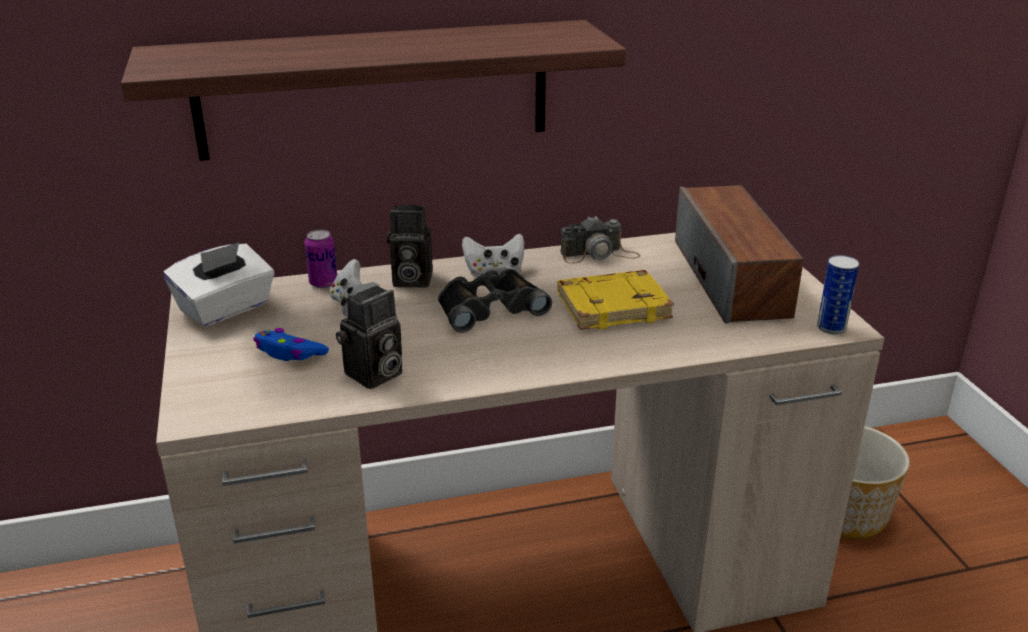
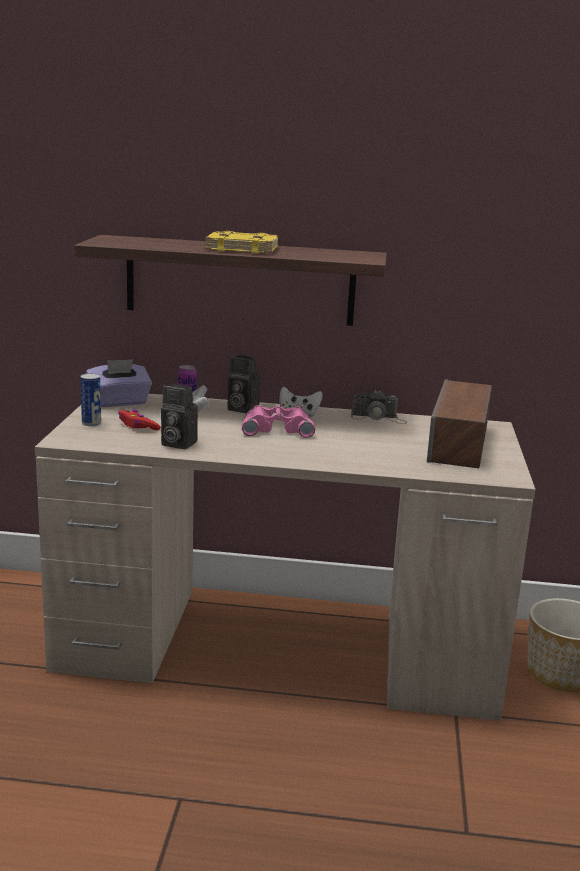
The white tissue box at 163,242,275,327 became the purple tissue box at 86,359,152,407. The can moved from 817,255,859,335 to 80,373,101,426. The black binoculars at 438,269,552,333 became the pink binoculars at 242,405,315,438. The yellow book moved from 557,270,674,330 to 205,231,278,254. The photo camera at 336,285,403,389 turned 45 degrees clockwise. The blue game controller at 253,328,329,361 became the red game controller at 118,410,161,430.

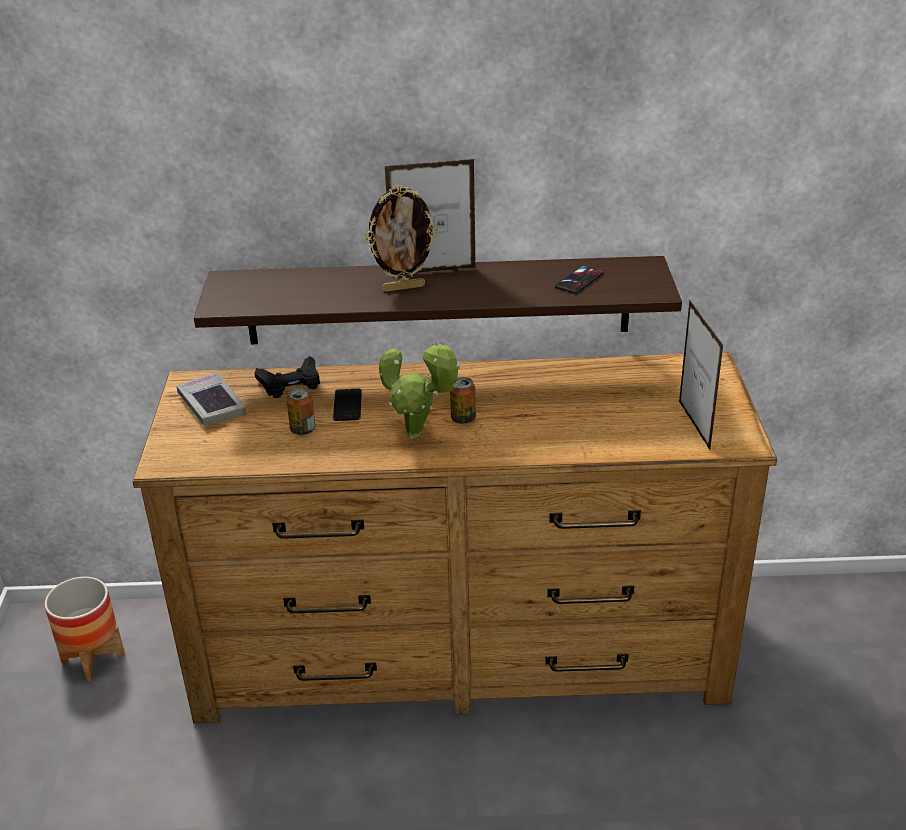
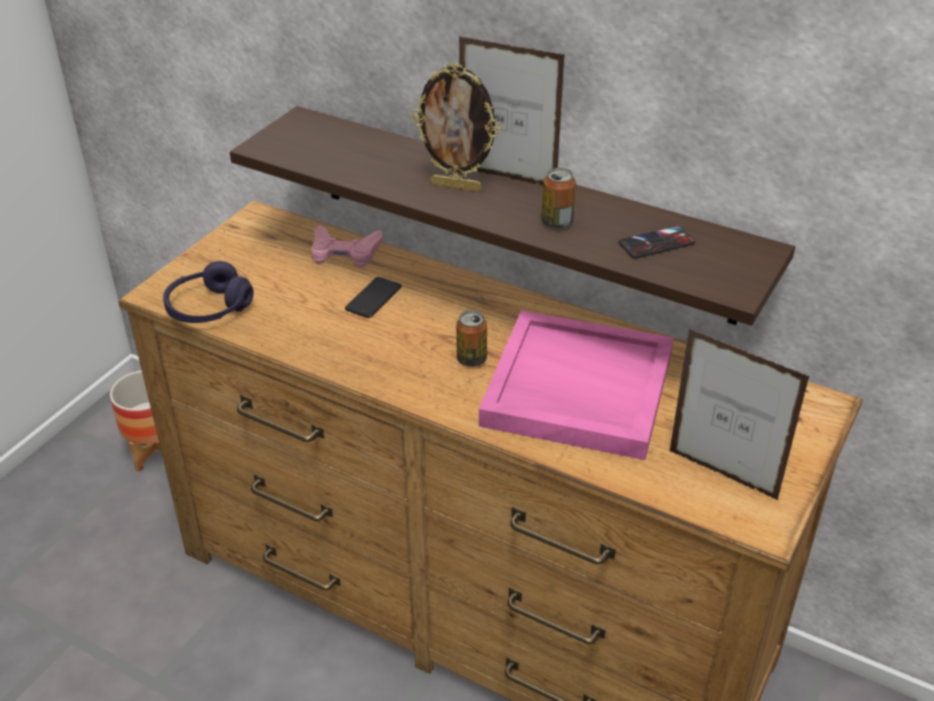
The picture frame at 679,299,723,450 turned 105 degrees clockwise. The potted plant at 379,341,460,438 disappeared. The black game controller at 254,356,320,398 became the pink game controller at 311,225,383,268. The book at 177,372,246,426 disappeared. The can moved from 287,388,315,435 to 541,168,576,229. The purple headphones at 163,261,254,323 appeared. The pink tray at 479,310,674,460 appeared.

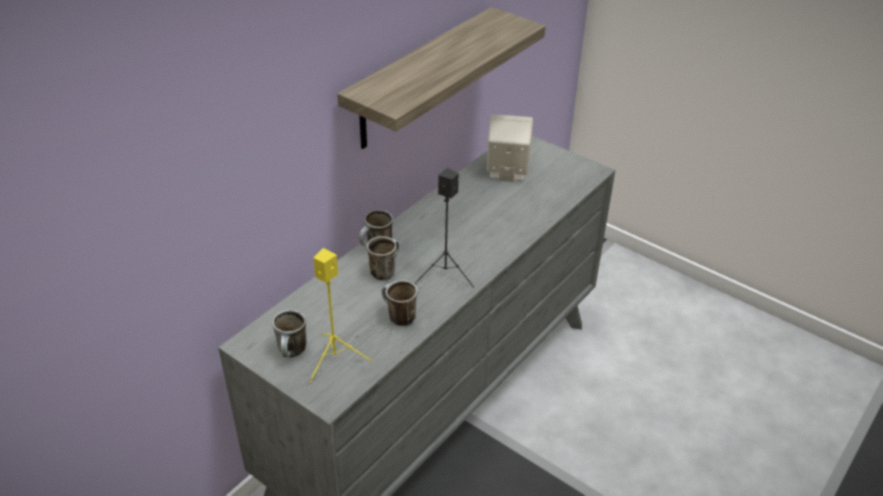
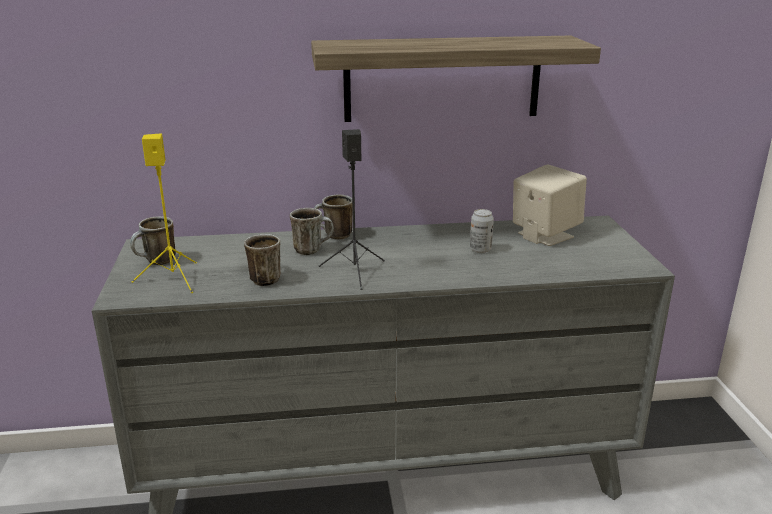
The can at 470,209,494,253 appeared.

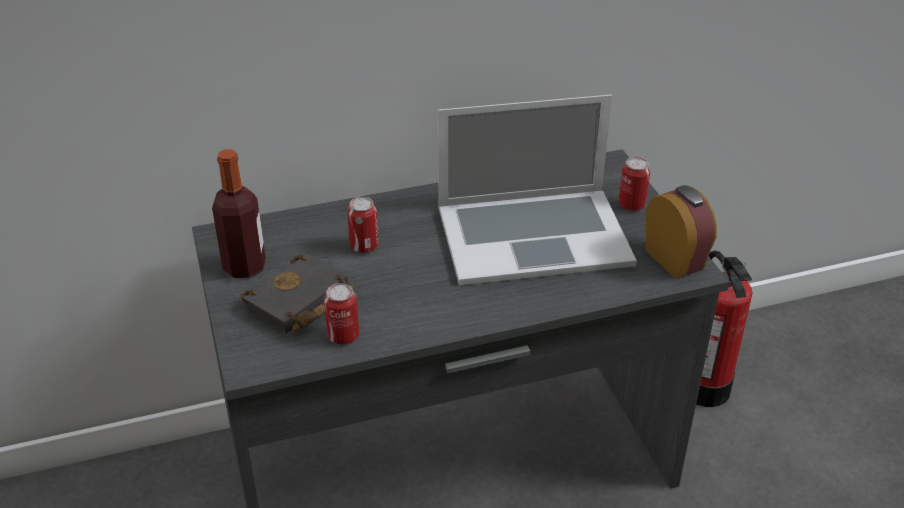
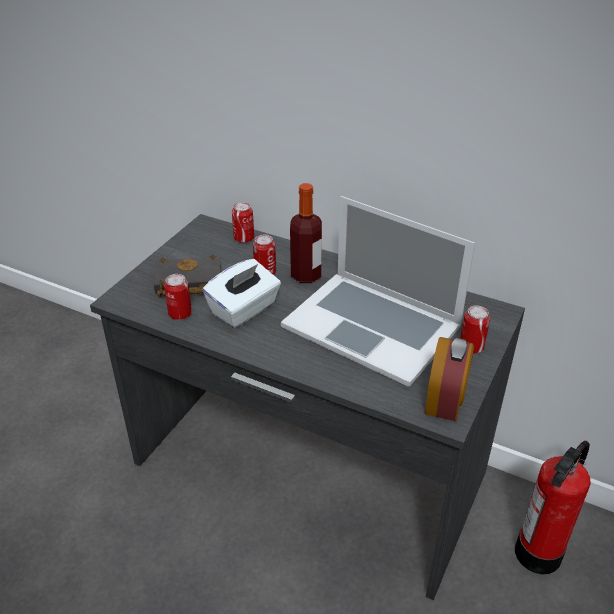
The bottle moved from 212,149,266,278 to 290,183,322,283. The can at 232,202,254,243 appeared. The white tissue box at 203,259,281,328 appeared.

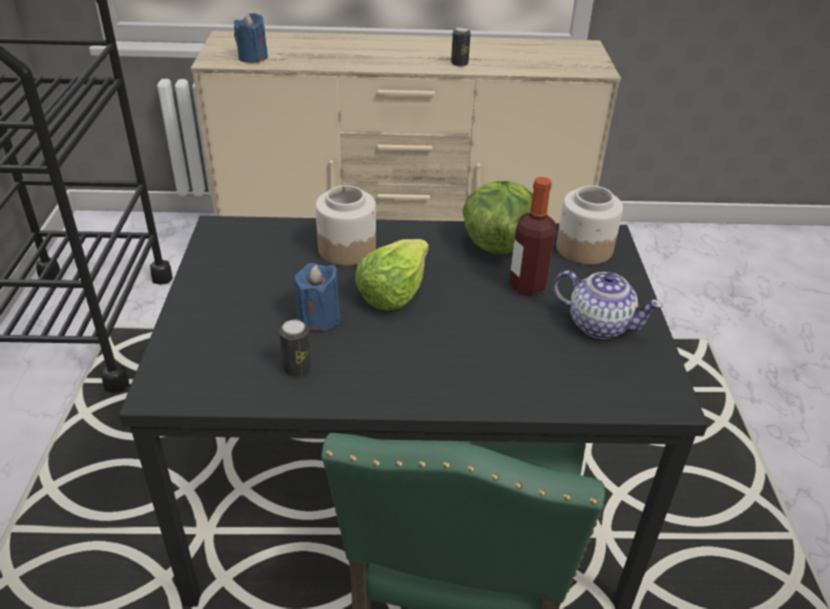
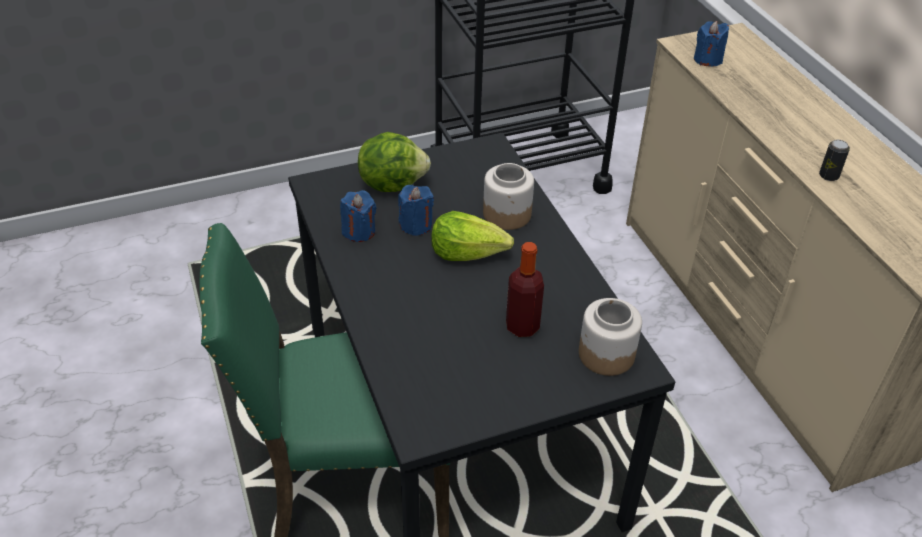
The lettuce moved from 463,181,533,254 to 358,132,431,192. The teapot at 553,270,663,339 disappeared. The can at 279,320,311,377 was replaced by the blue candle at 340,190,376,242.

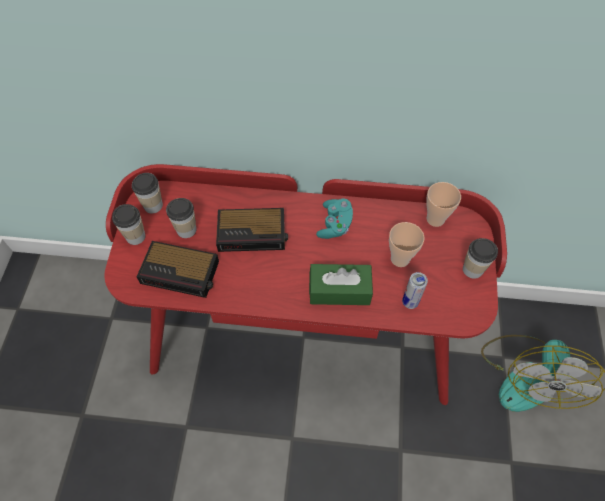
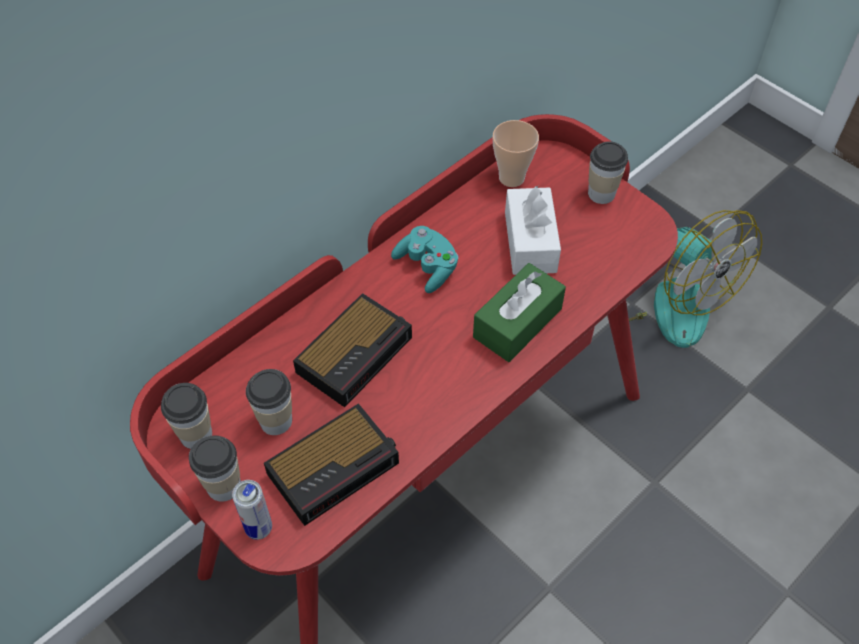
The cup at 389,222,425,267 was replaced by the white tissue box at 505,186,561,275. The can moved from 402,272,428,309 to 232,480,272,540.

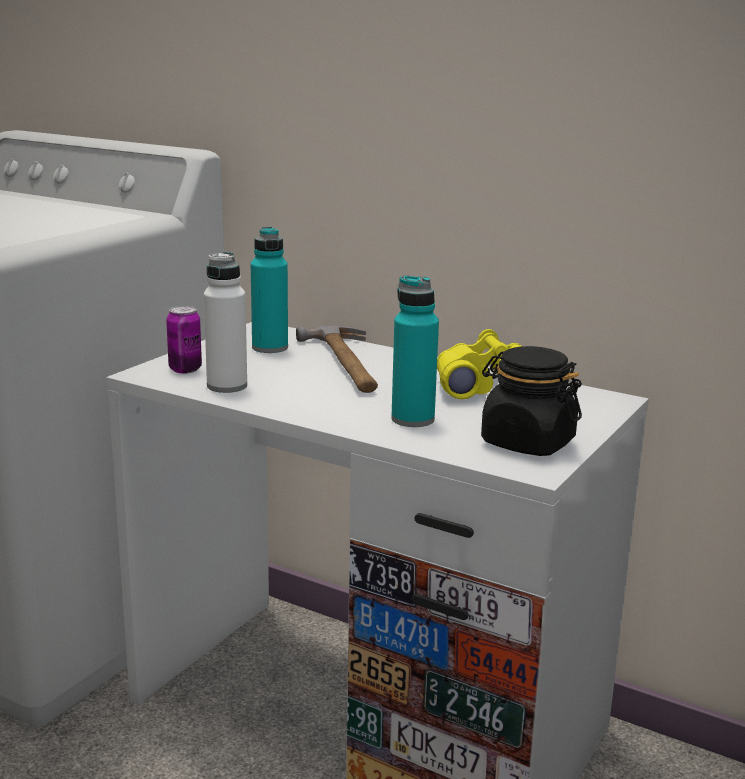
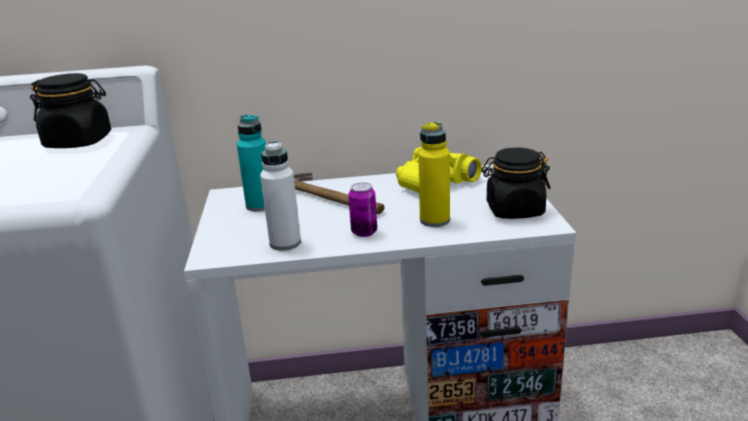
The turquoise bottle at 391,276,439,427 became the yellow bottle at 418,121,450,227. The can moved from 166,306,202,373 to 348,182,377,237. The black jar at 30,73,111,148 appeared.

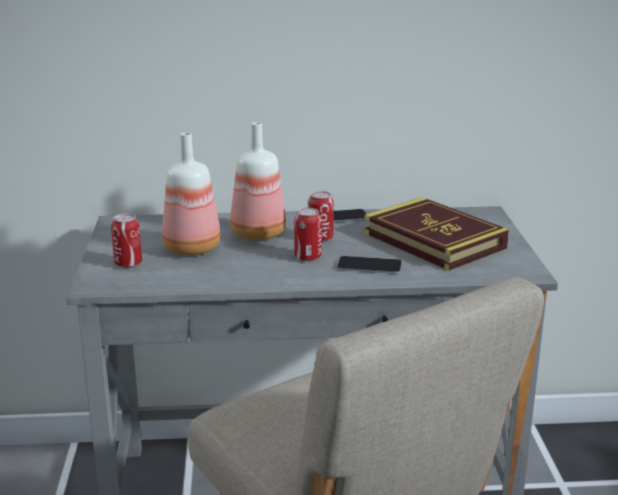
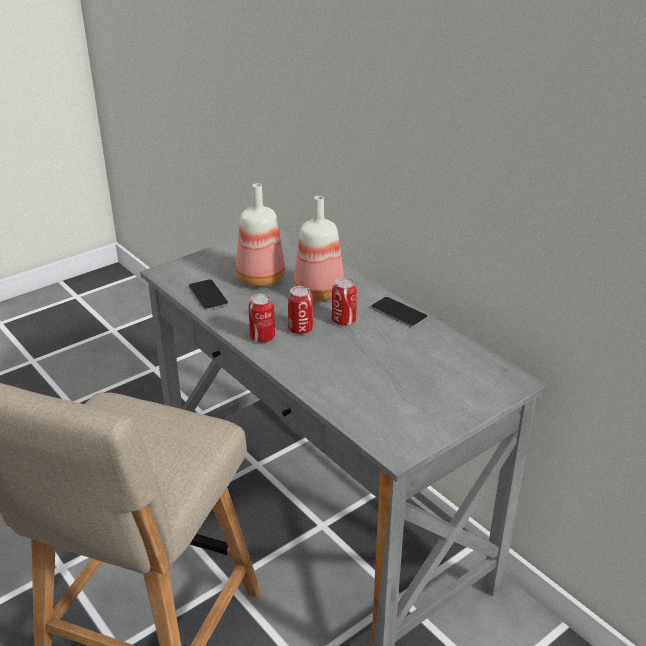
The book at 364,197,509,271 disappeared. The can moved from 111,214,142,268 to 248,293,275,343. The phone moved from 337,256,402,274 to 189,280,228,310.

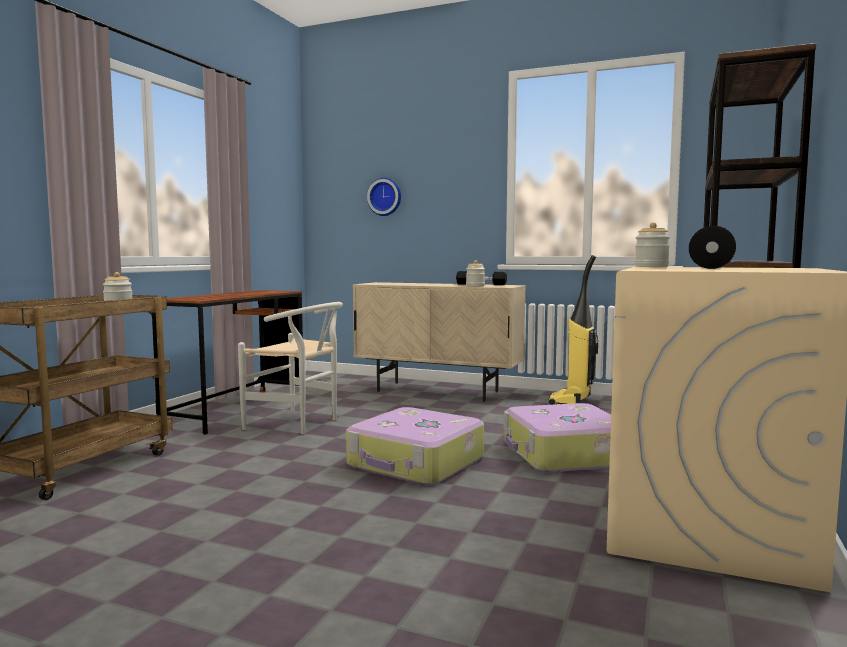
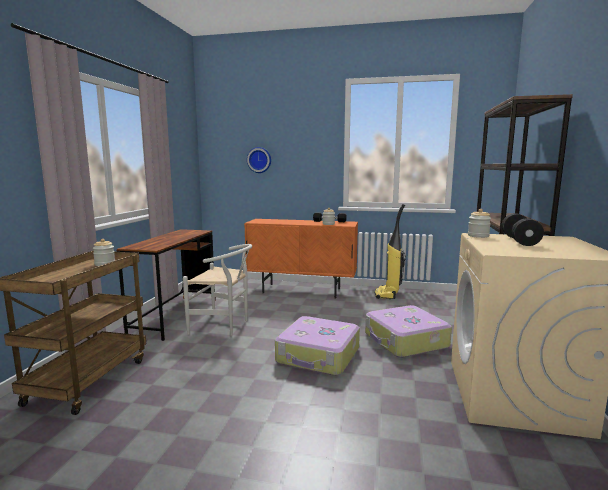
The beige cabinet at 353,282,526,402 became the orange cabinet at 244,219,358,299.

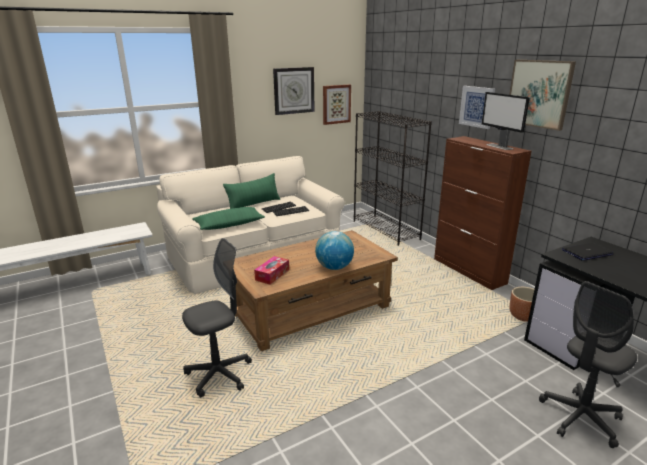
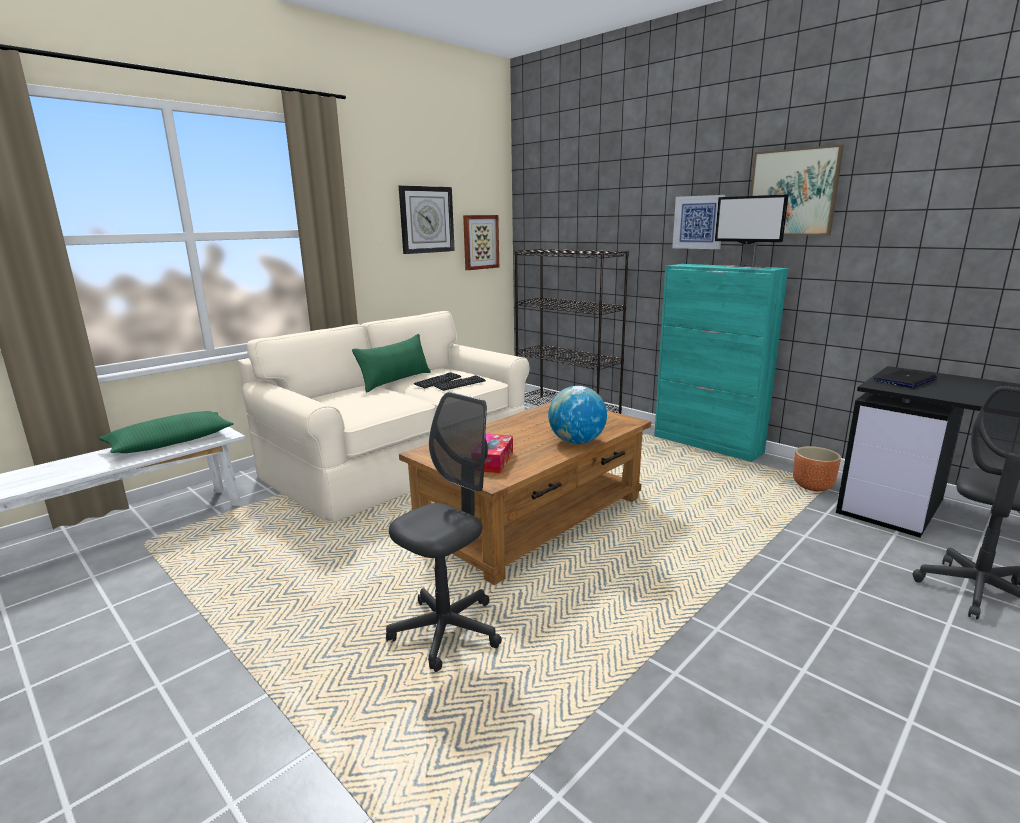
The brown cabinet at 434,136,532,290 became the turquoise cabinet at 654,264,788,462. The green pillow moved from 192,207,265,230 to 99,411,234,453.

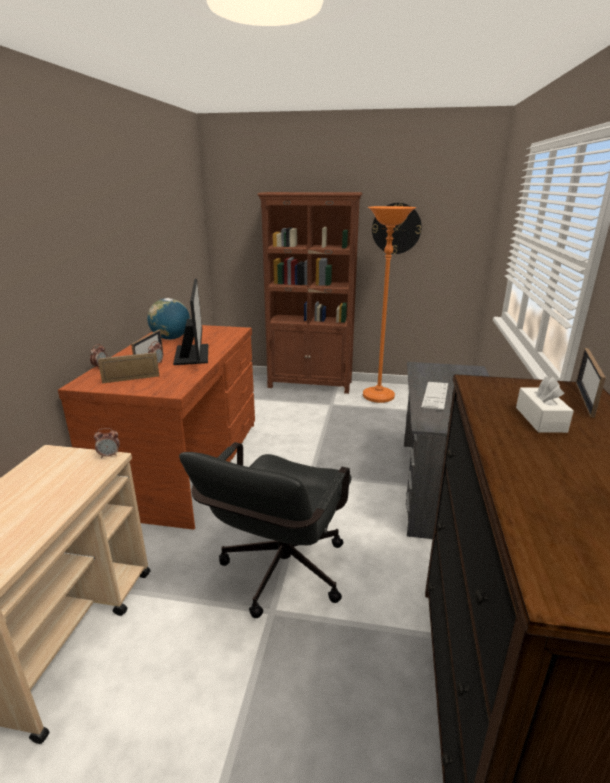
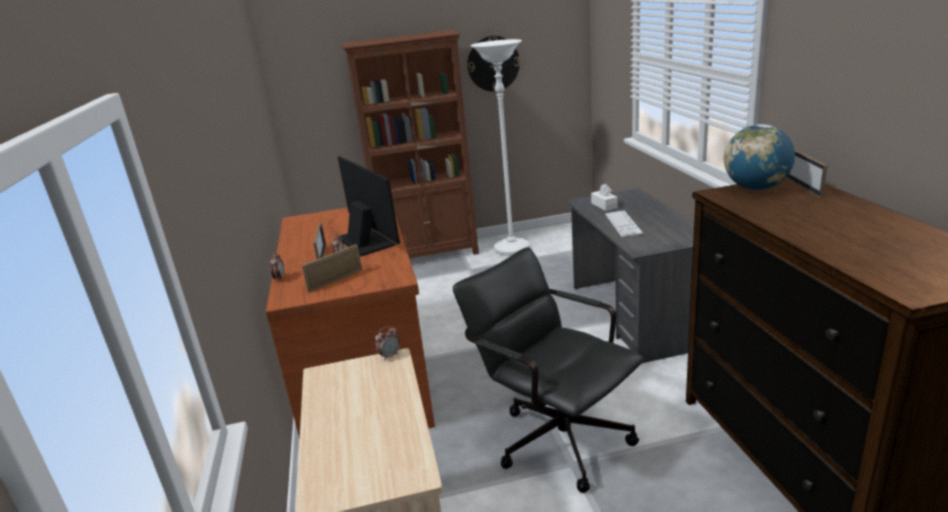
The orange floor lamp at 363,206,416,403 became the white floor lamp at 470,39,529,256. The globe moved from 147,298,190,340 to 724,124,795,190. The white tissue box moved from 516,377,574,433 to 591,184,618,211. The black office chair at 179,442,352,618 turned 135 degrees clockwise.

